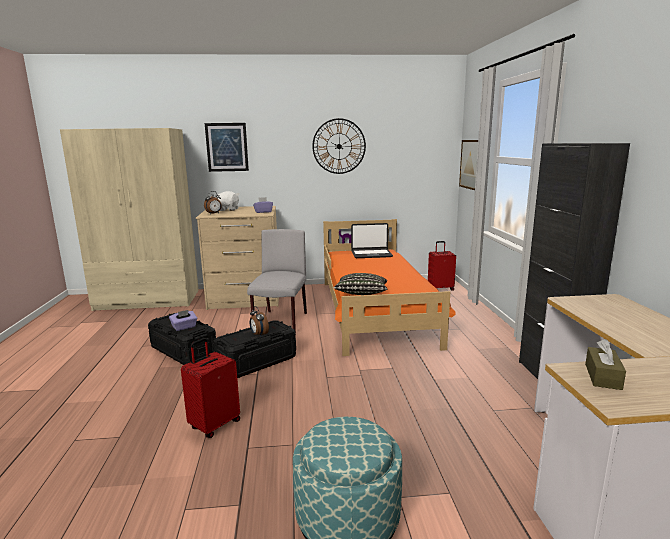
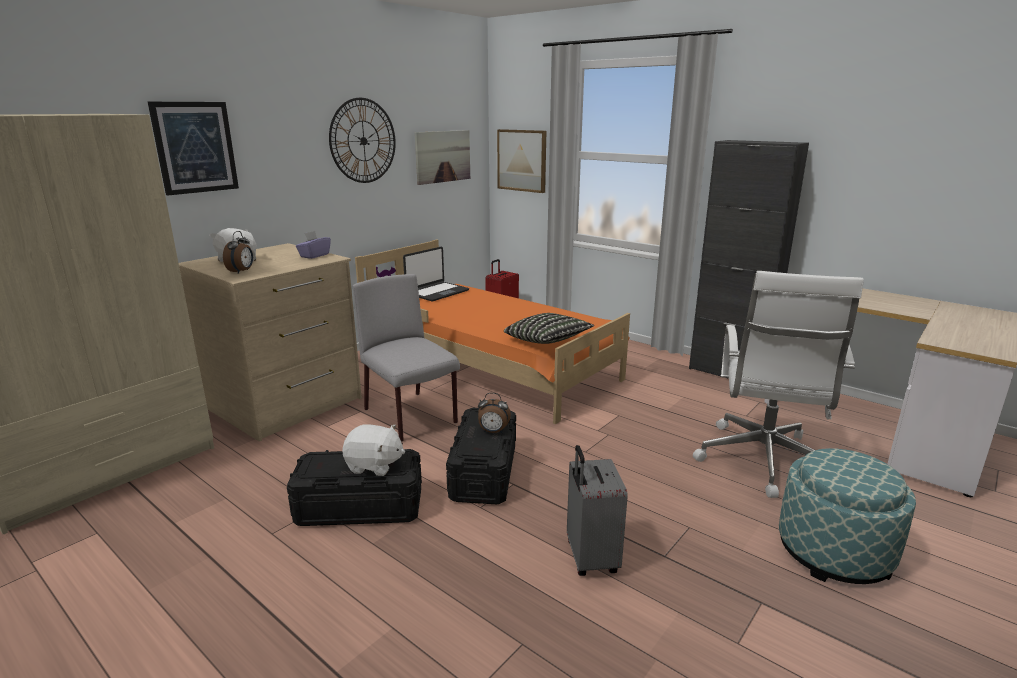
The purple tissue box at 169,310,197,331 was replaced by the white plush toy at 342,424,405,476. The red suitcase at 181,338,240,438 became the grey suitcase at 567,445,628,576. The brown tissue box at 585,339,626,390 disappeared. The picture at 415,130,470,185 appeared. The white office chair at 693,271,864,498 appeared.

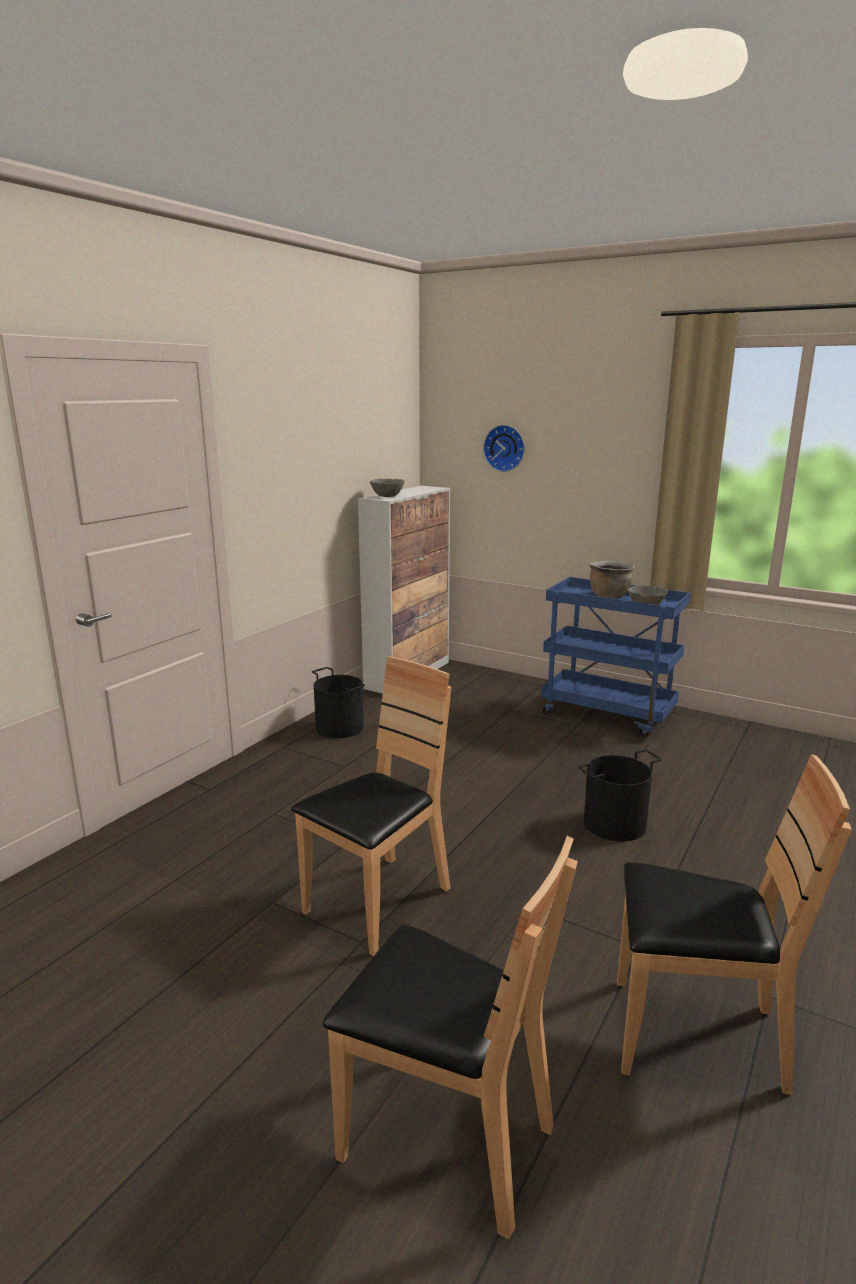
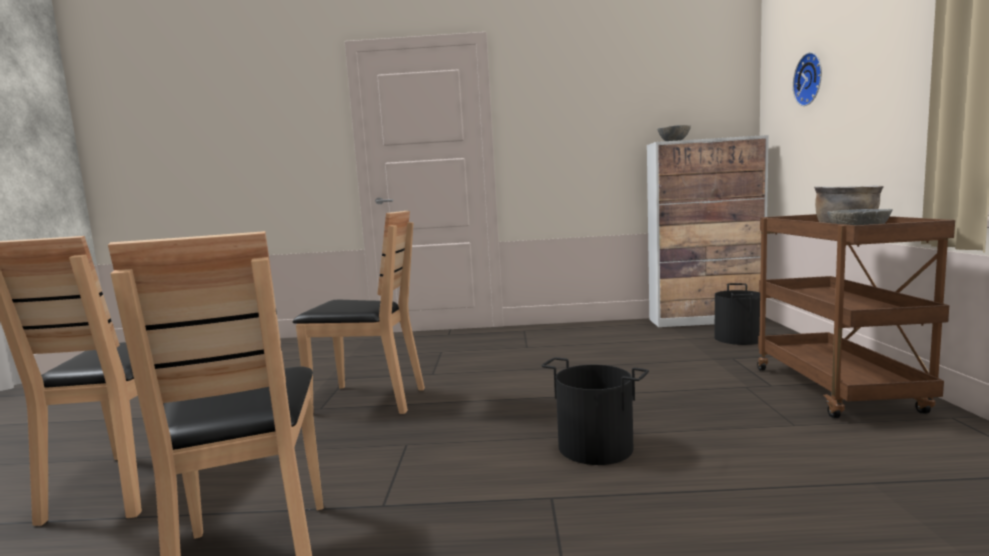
The blue cart at 541,577,690,737 became the brown cart at 757,214,955,418. The black bucket moved from 312,667,365,738 to 715,283,760,345.

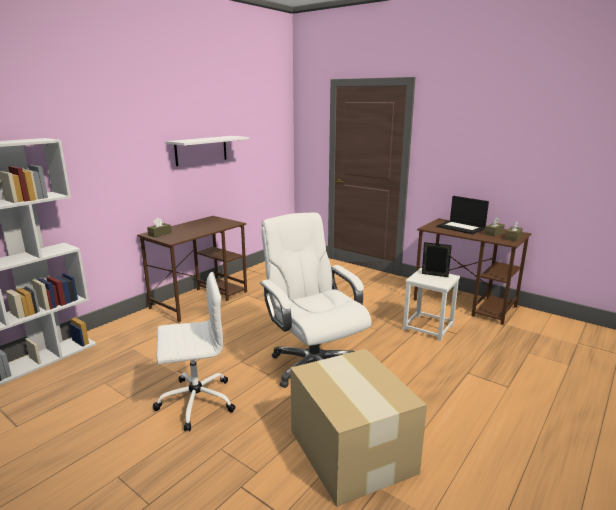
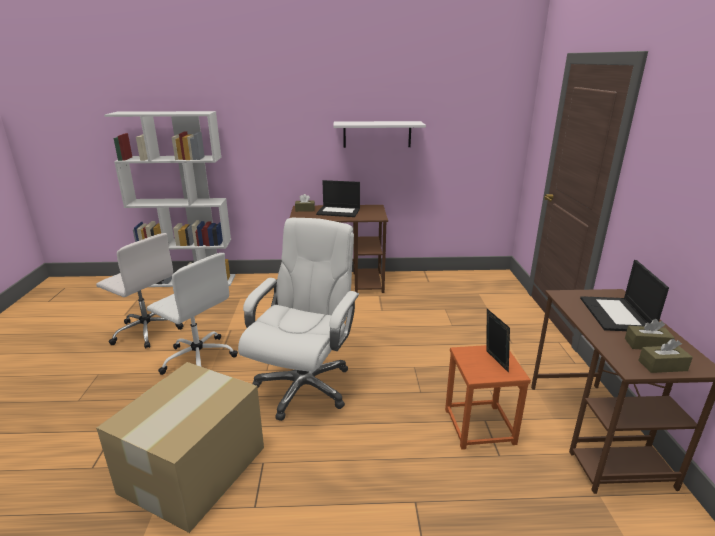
The white stool at 403,268,460,341 became the orange stool at 445,345,531,450. The laptop at 316,180,360,217 appeared. The white office chair at 96,233,183,349 appeared.

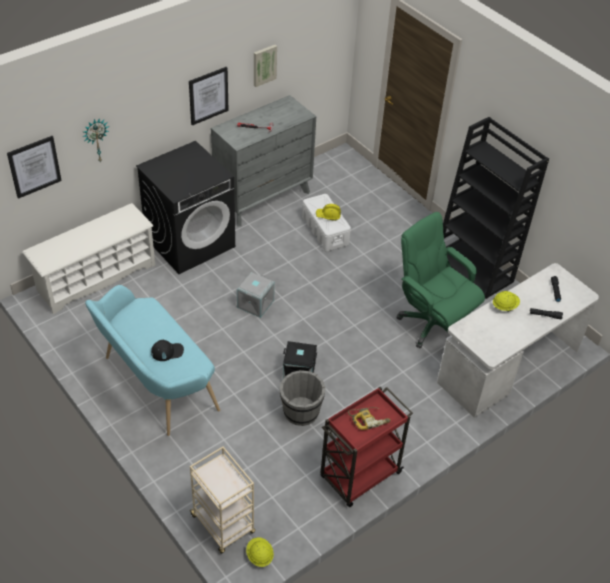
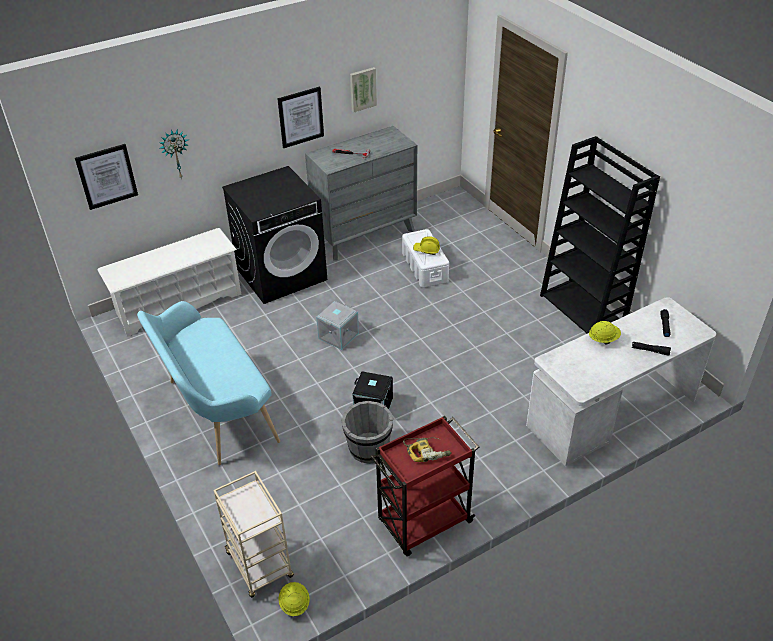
The green office chair at 397,212,485,348 disappeared. The black cap at 151,340,184,361 disappeared.

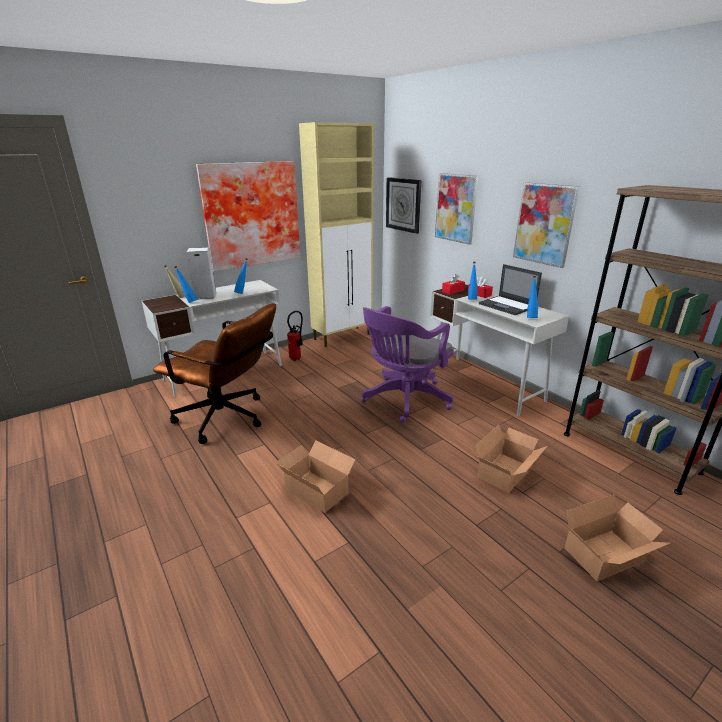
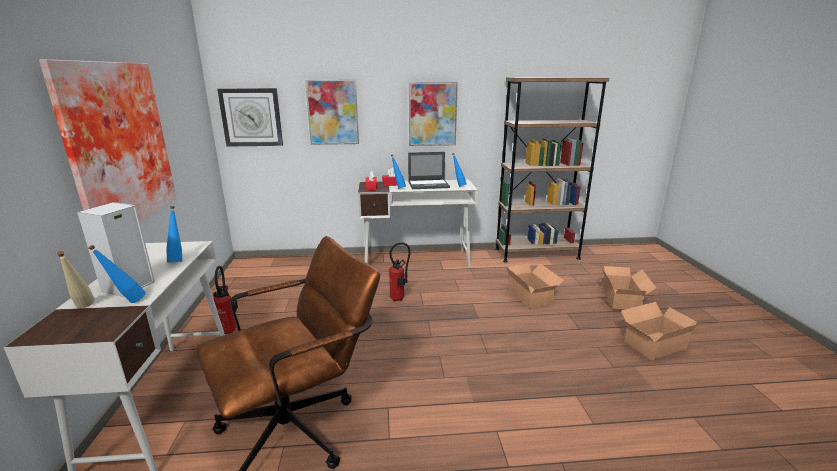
The beige cabinet at 299,122,374,347 disappeared. The purple office chair at 361,306,454,423 was replaced by the fire extinguisher at 389,242,410,302. The cardboard box moved from 278,440,355,513 to 621,302,700,360.

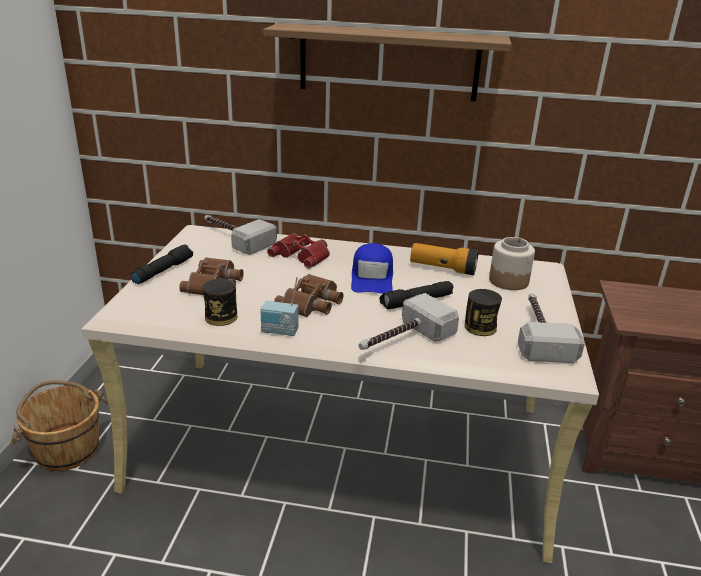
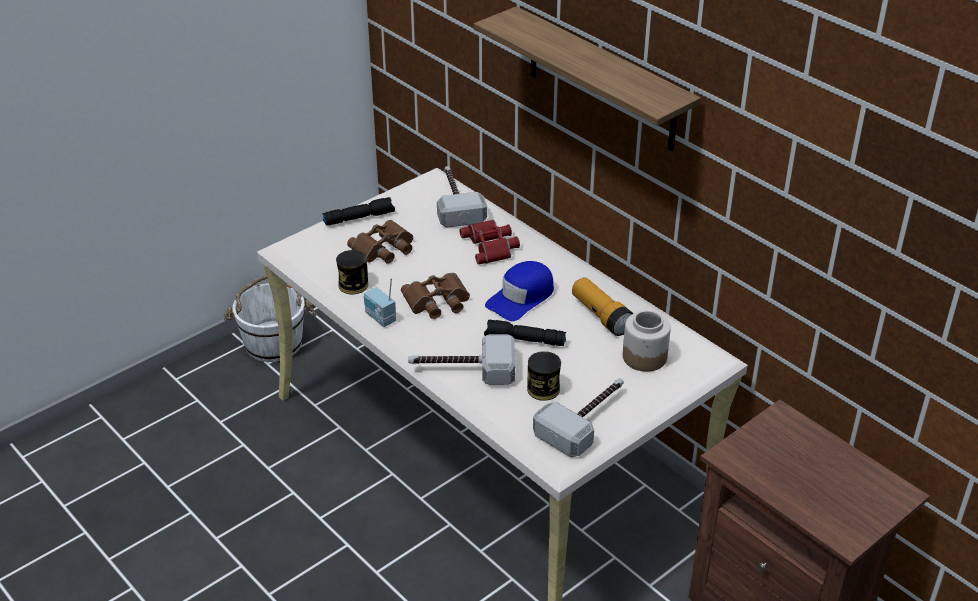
The brown bucket at 10,380,108,471 became the white bucket at 224,275,317,362.

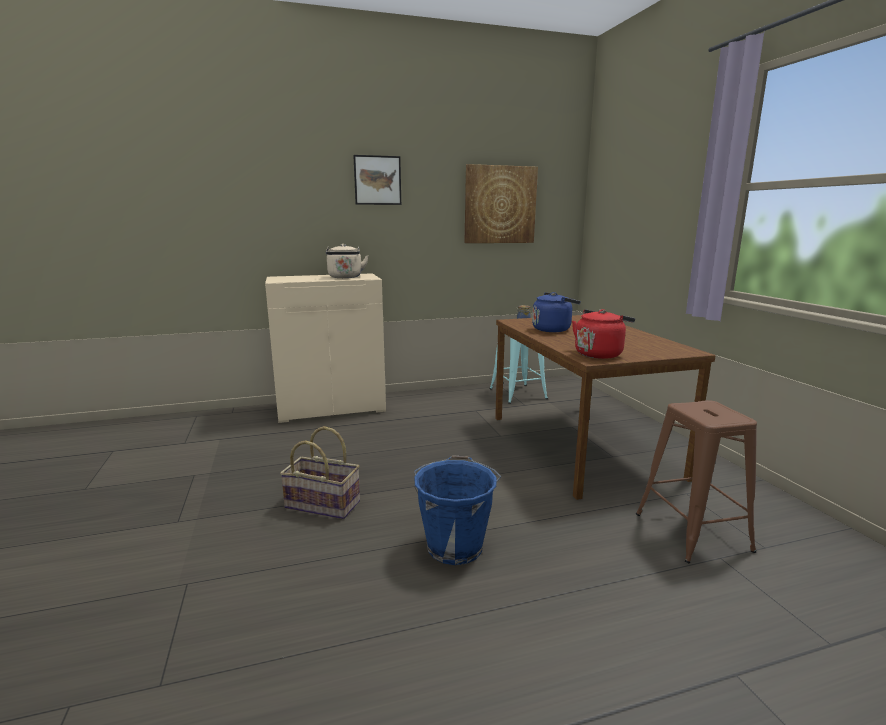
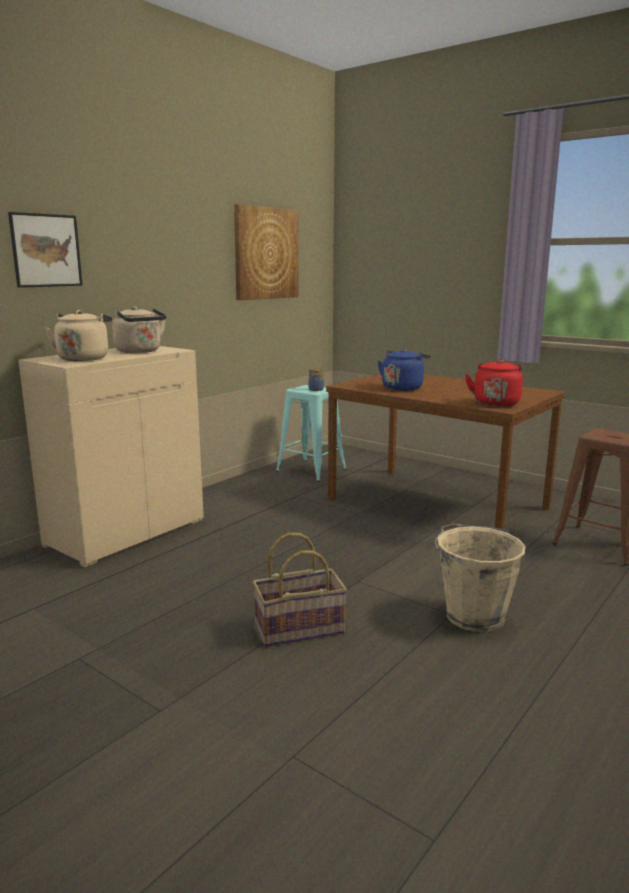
The picture moved from 353,155,401,205 to 8,212,83,288. The blue bucket at 414,455,501,565 became the beige bucket at 434,523,526,632. The beige kettle at 45,310,112,361 appeared.

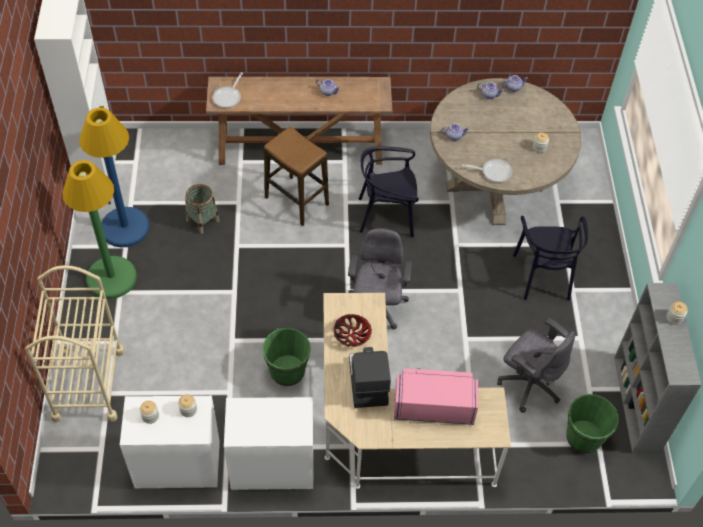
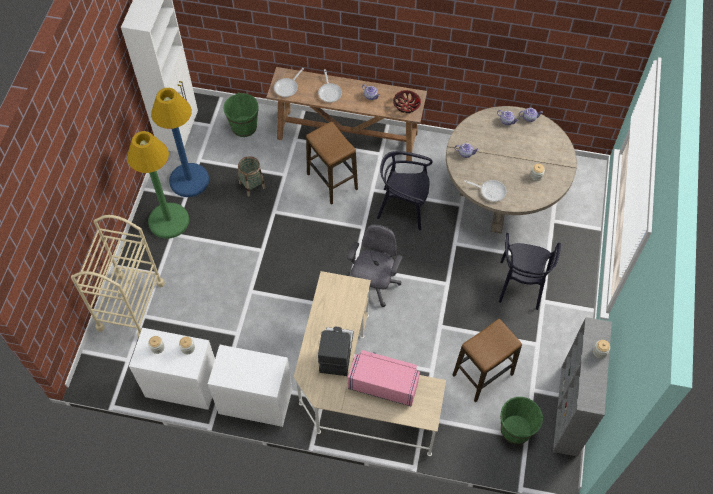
The bowl moved from 333,314,372,347 to 393,90,421,113. The grey office chair at 497,318,575,413 was replaced by the stool at 453,319,522,402. The green bucket moved from 262,328,311,386 to 223,92,259,137. The frying pan at 318,69,342,103 appeared.

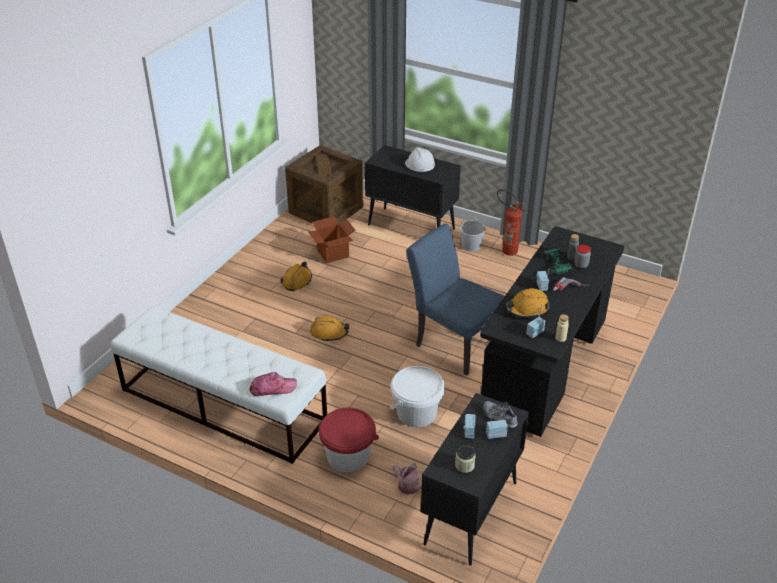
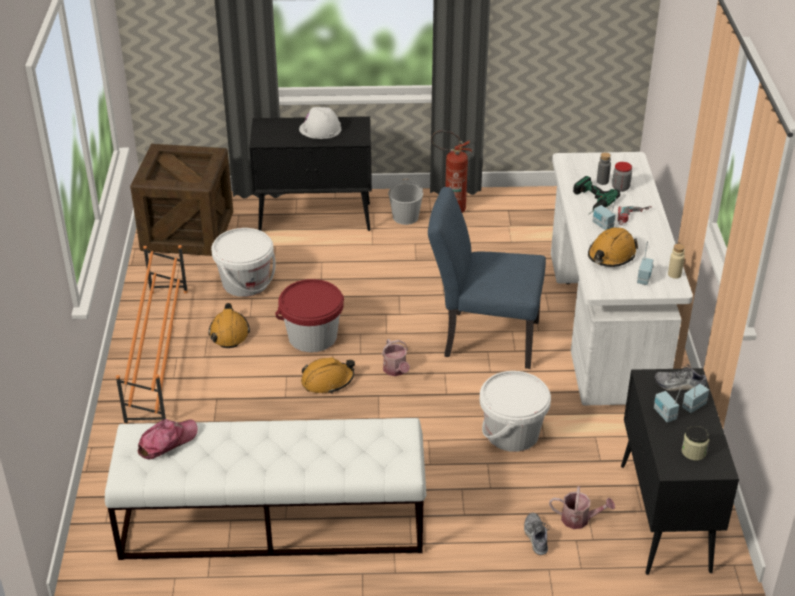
The cardboard box at 308,216,356,263 was replaced by the white bucket at 211,228,276,297. The black desk at 480,227,624,437 became the white desk at 551,152,693,405. The cap moved from 250,372,297,396 to 137,419,198,459. The red bucket moved from 318,407,379,473 to 275,279,344,352. The orange shoe rack at 116,245,188,424 appeared. The watering can at 382,339,410,376 appeared. The shoe at 524,513,550,555 appeared.

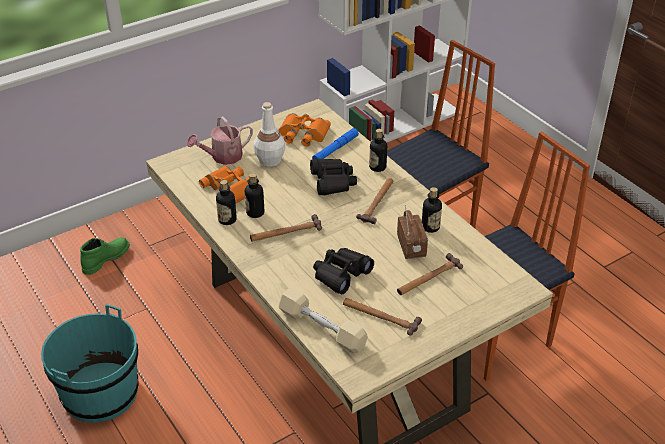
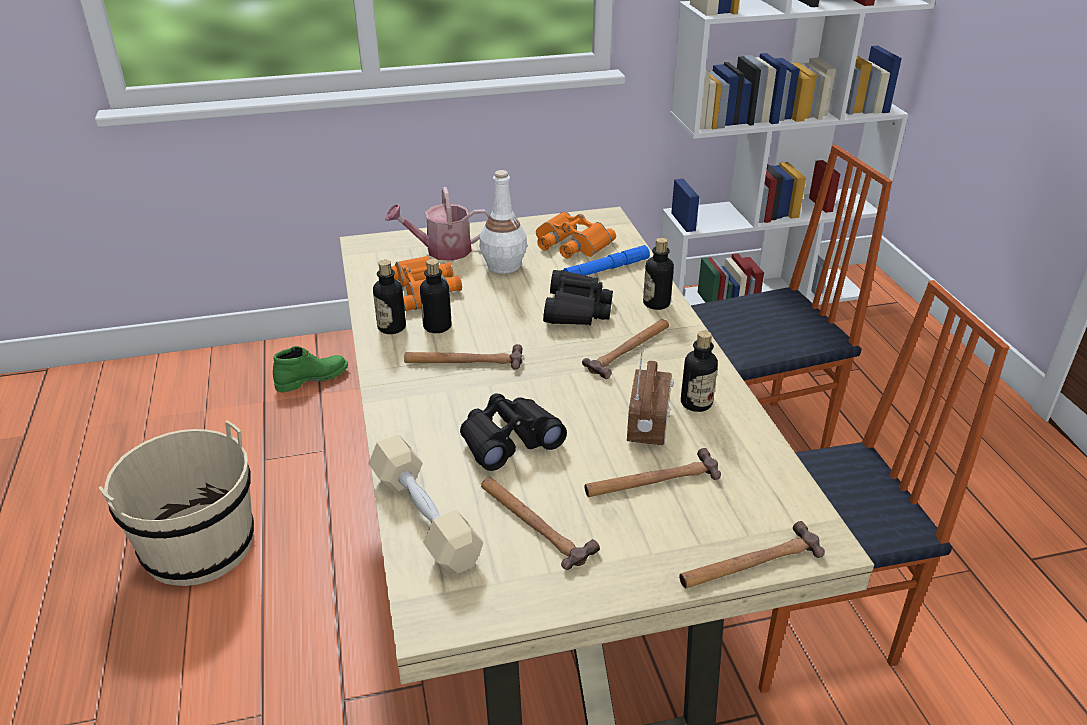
The turquoise bucket at 41,304,138,423 became the beige bucket at 98,420,254,586. The hammer at 679,521,825,588 appeared.

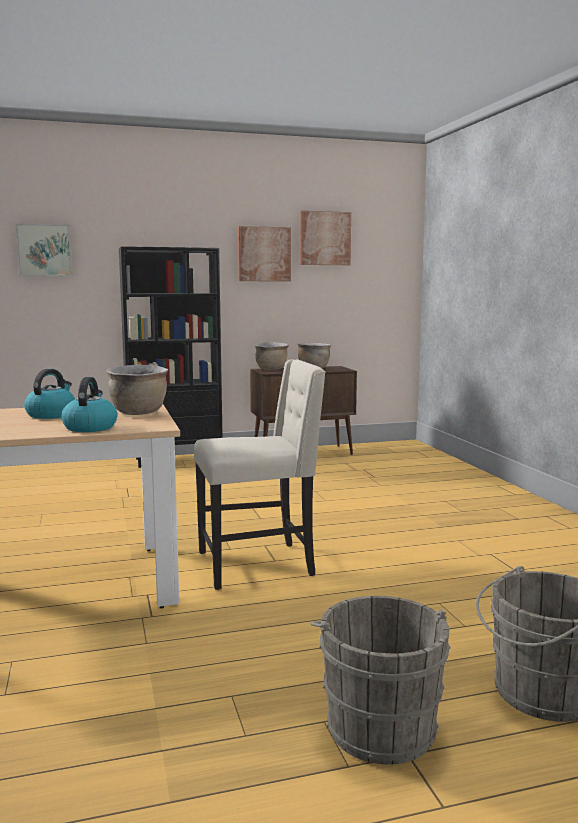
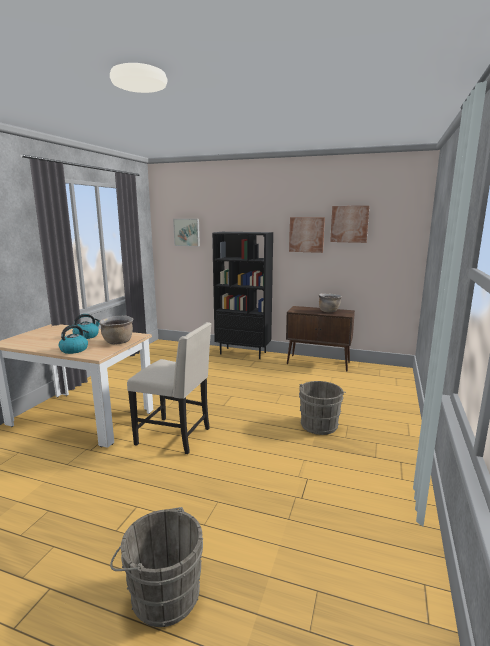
The brown cooking pot at 254,342,289,370 disappeared. The grey bucket moved from 310,596,451,764 to 299,381,346,435.

